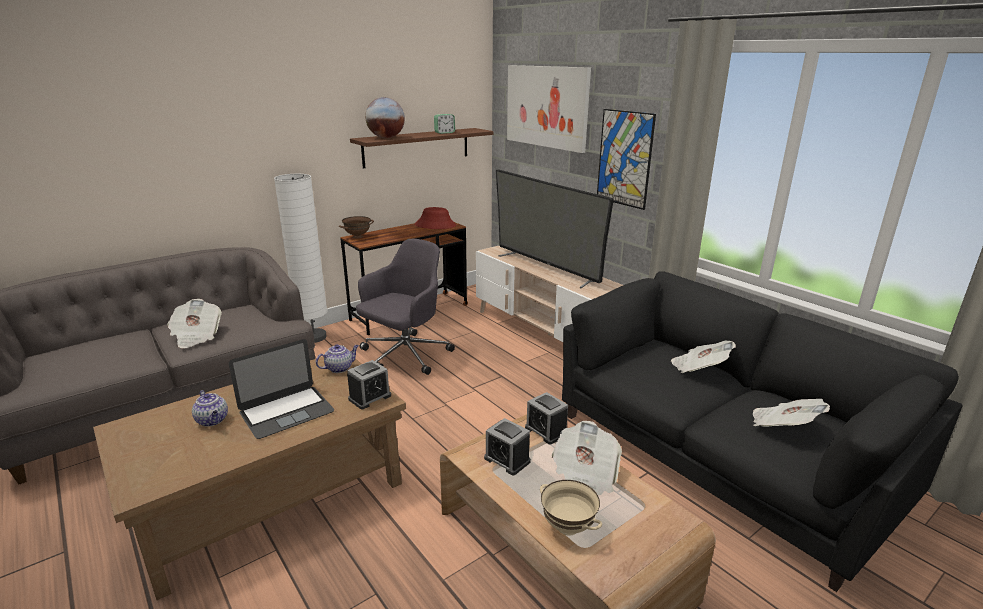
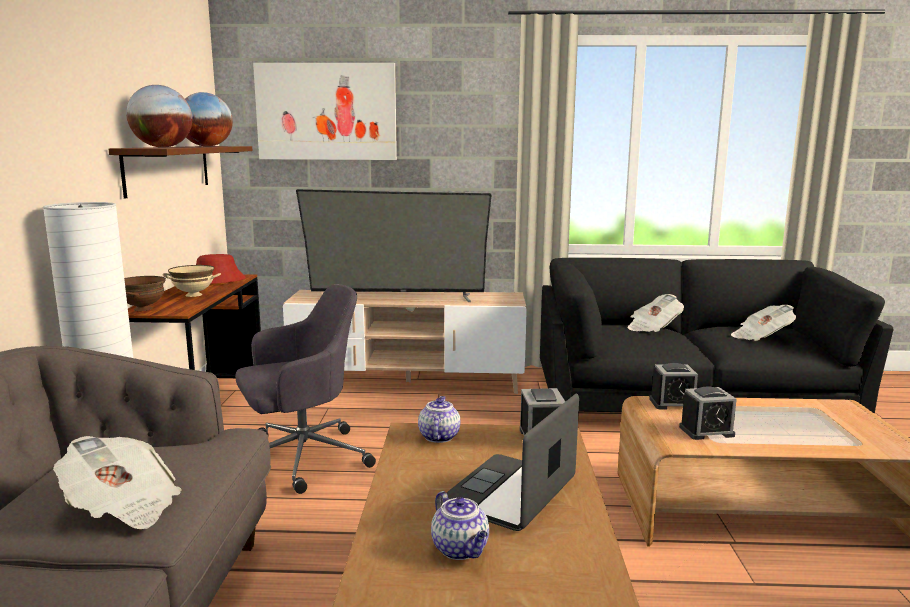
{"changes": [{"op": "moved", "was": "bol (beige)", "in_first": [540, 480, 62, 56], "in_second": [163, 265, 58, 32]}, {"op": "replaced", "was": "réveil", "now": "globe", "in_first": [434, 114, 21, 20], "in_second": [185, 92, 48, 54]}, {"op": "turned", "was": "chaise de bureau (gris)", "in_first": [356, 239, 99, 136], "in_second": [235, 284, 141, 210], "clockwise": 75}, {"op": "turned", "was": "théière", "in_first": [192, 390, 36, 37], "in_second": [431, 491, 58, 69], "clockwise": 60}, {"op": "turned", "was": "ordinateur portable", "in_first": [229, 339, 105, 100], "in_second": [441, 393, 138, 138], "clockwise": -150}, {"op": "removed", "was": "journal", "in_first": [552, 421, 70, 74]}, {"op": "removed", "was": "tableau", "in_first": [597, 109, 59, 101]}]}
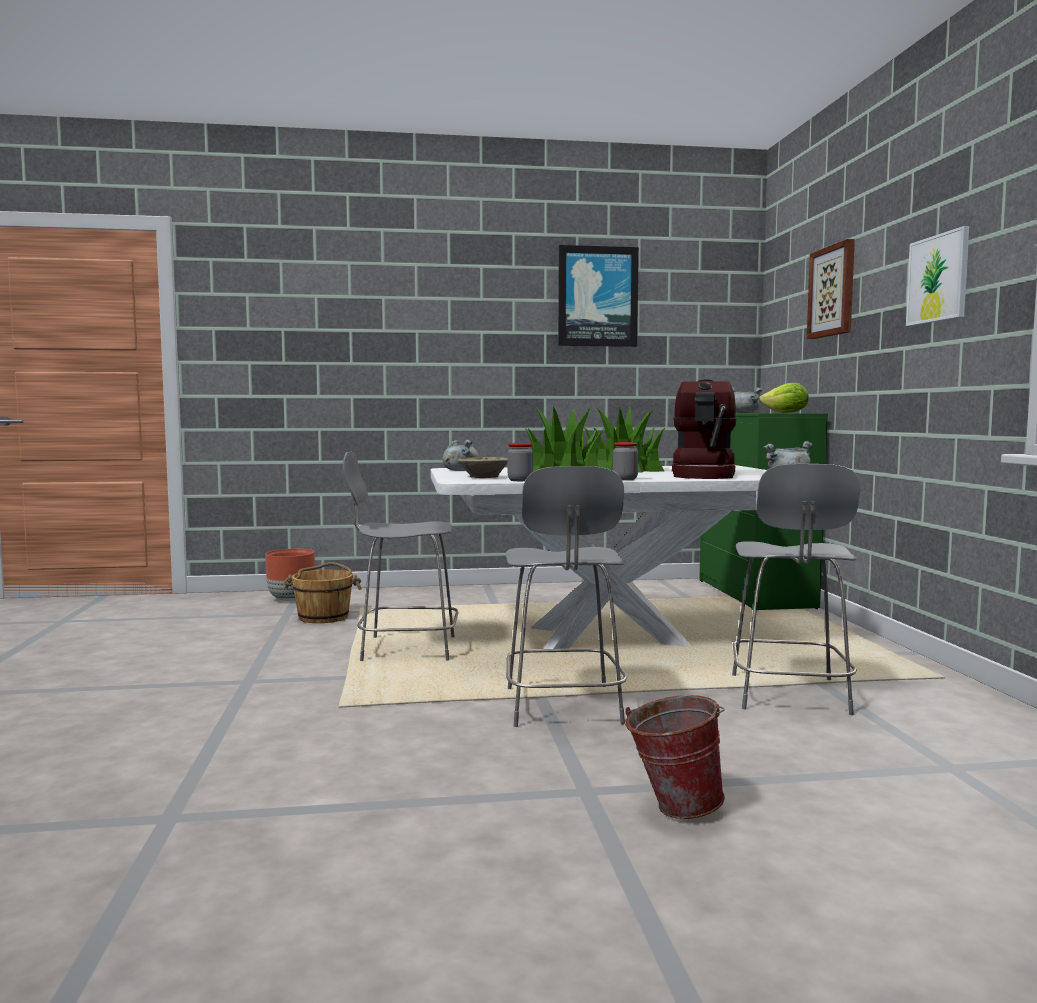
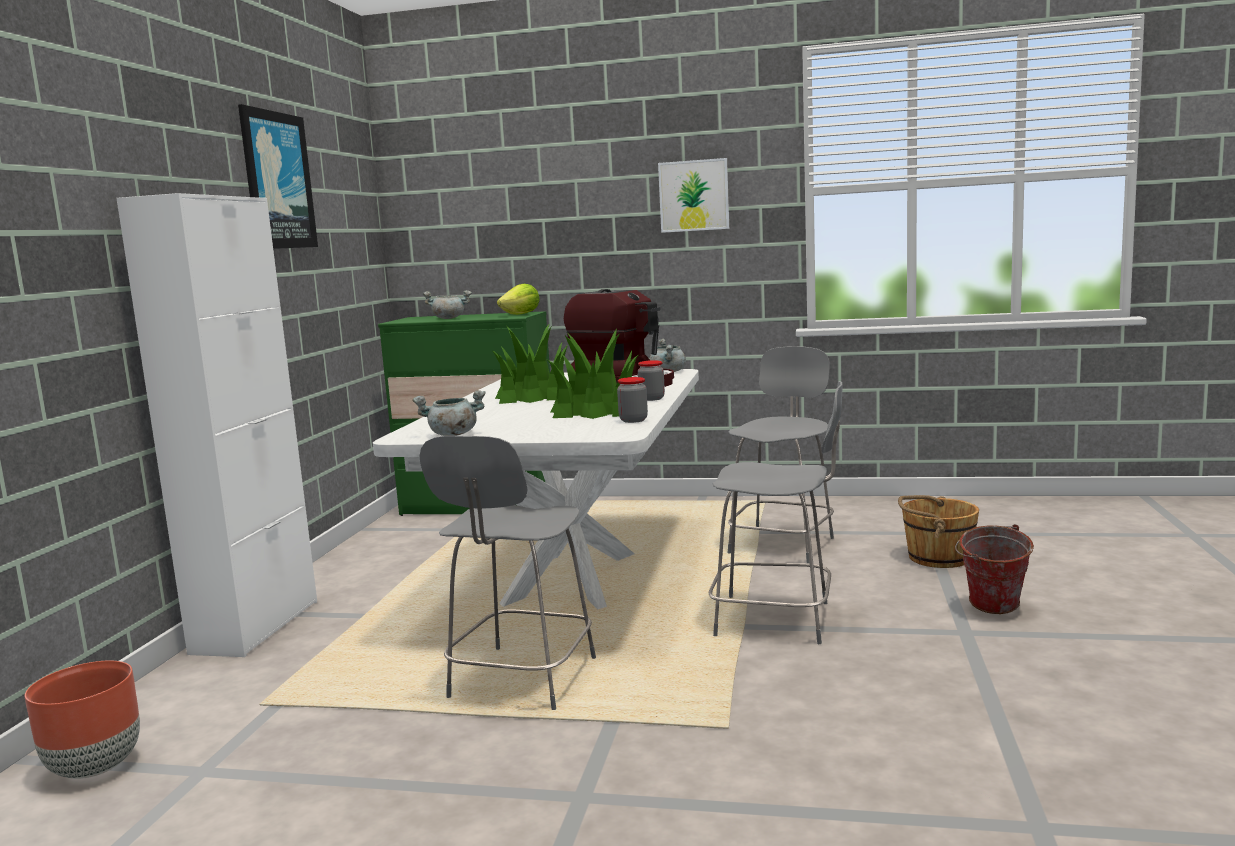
{"changes": [{"op": "added", "now": "meuble de rangement (blanc)", "in_second": [116, 193, 201, 464]}, {"op": "turned", "was": "chaise (gris)", "in_first": [732, 464, 128, 251], "in_second": [728, 346, 106, 218], "clockwise": -90}, {"op": "moved", "was": "seau (marron)", "in_first": [284, 562, 78, 61], "in_second": [898, 495, 81, 73]}, {"op": "removed", "was": "bol (beige)", "in_first": [457, 457, 51, 21]}, {"op": "removed", "was": "tableau", "in_first": [807, 239, 48, 100]}]}
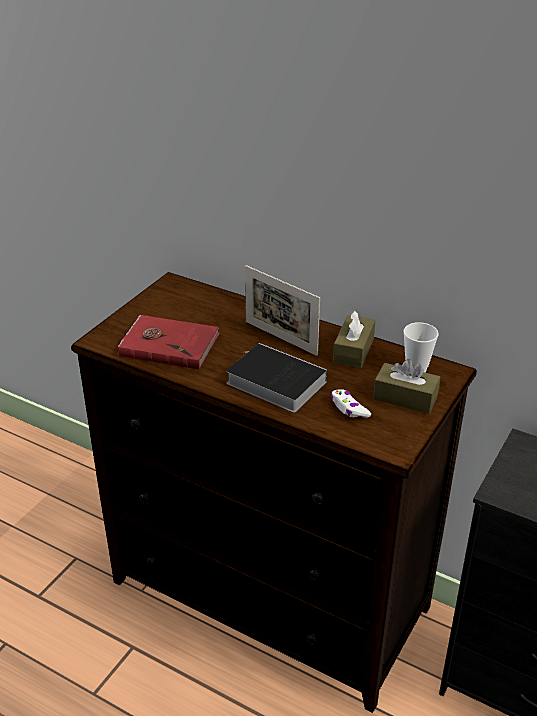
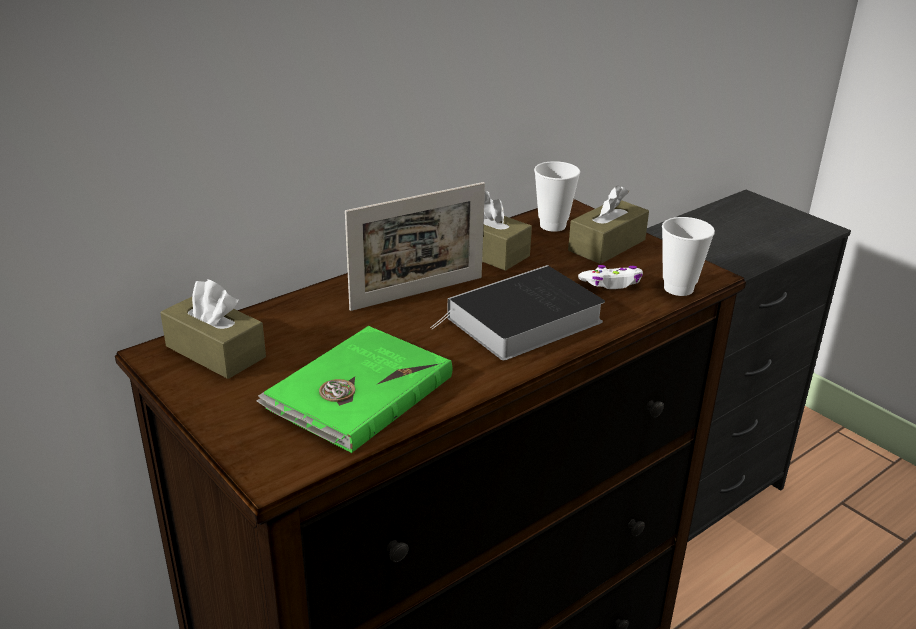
{"changes": [{"op": "added", "now": "boîte à mouchoirs (marron)", "in_second": [160, 279, 106, 100]}, {"op": "recoloured", "was": "livre (rouge)", "now": "livre (vert)", "in_first": [118, 315, 102, 55], "in_second": [256, 326, 196, 127]}, {"op": "added", "now": "tasse", "in_second": [662, 217, 53, 79]}]}
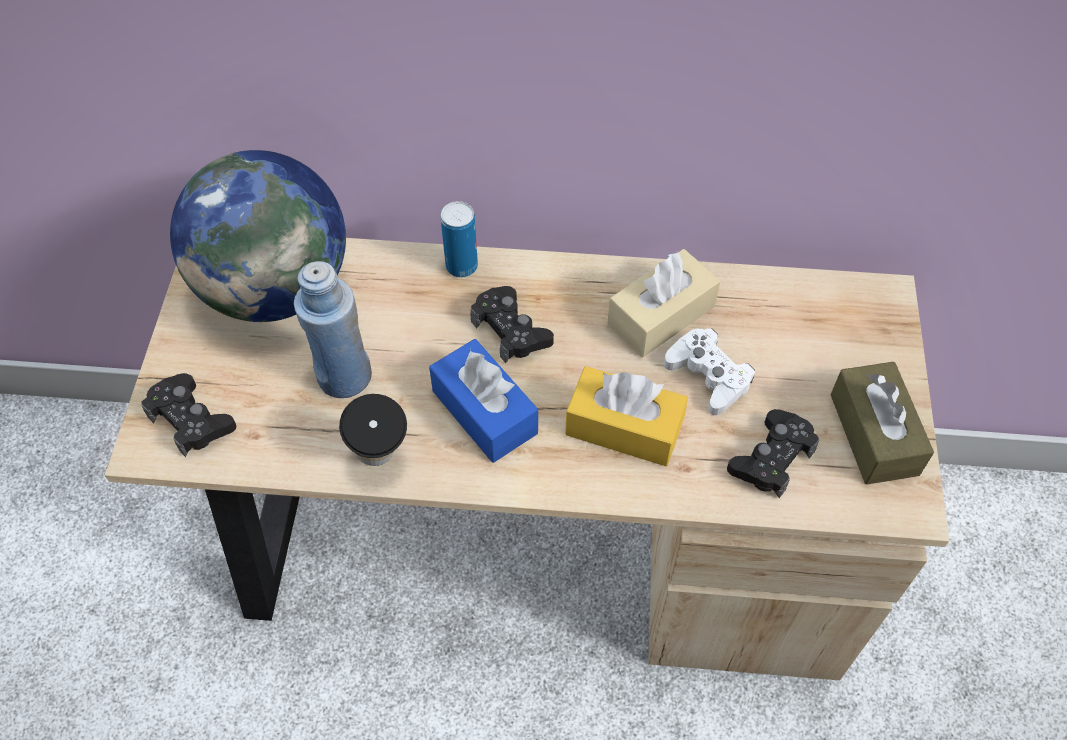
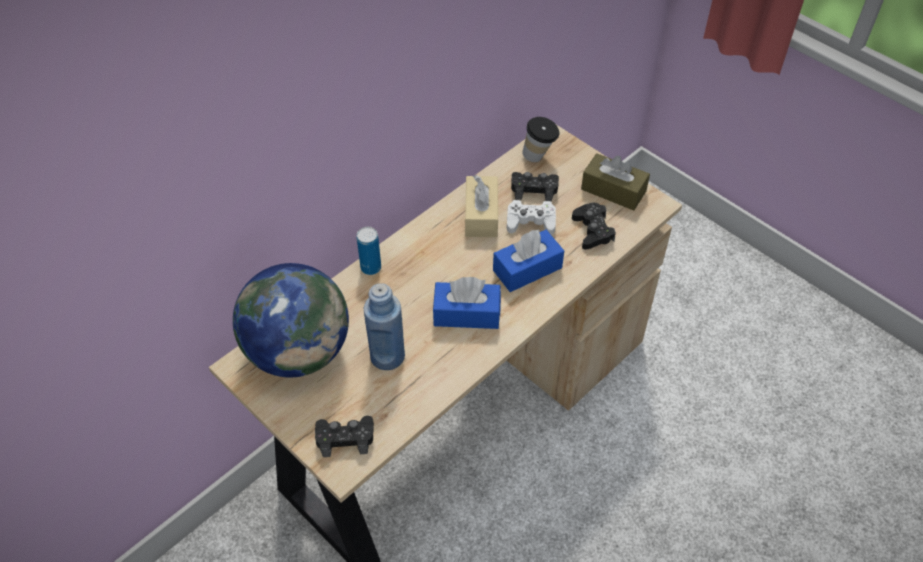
{"changes": [{"op": "recoloured", "was": "boîte à mouchoirs (jaune)", "now": "boîte à mouchoirs (bleu)", "in_first": [565, 366, 123, 100], "in_second": [493, 229, 71, 63]}, {"op": "moved", "was": "manette (noir)", "in_first": [470, 286, 84, 77], "in_second": [511, 172, 48, 30]}, {"op": "moved", "was": "tasse", "in_first": [339, 394, 68, 72], "in_second": [522, 117, 37, 45]}]}
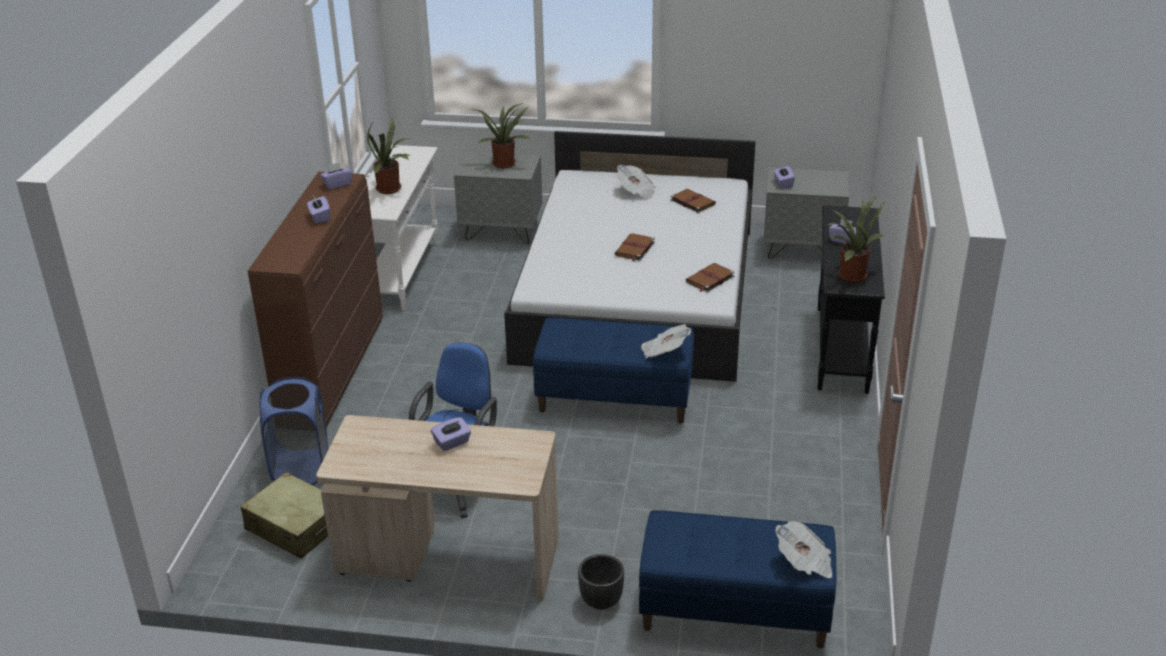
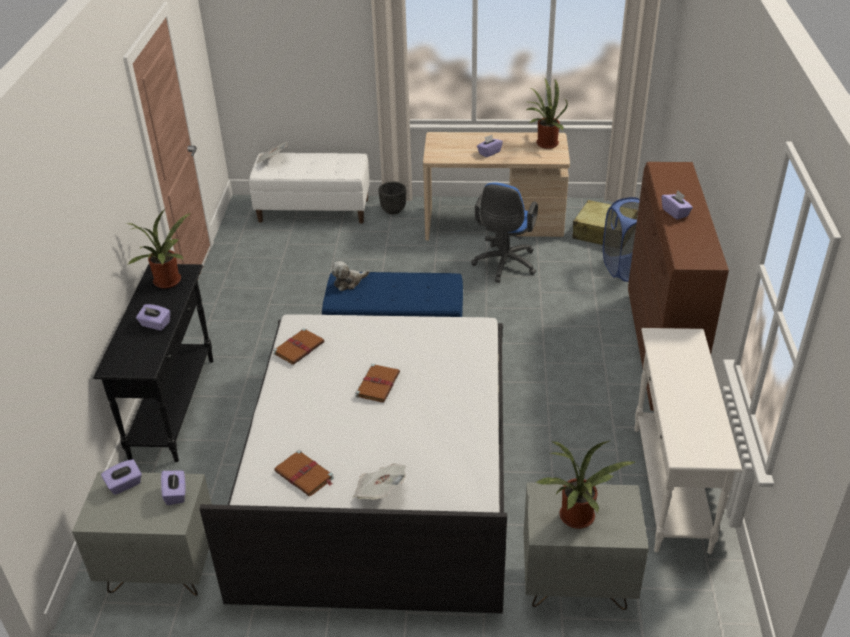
{"changes": [{"op": "moved", "was": "boîte à mouchoirs (violet)", "in_first": [320, 162, 32, 28], "in_second": [101, 459, 41, 36]}, {"op": "recoloured", "was": "banc (bleu)", "now": "banc (blanc)", "in_first": [639, 510, 197, 138], "in_second": [249, 153, 121, 71]}, {"op": "replaced", "was": "journal", "now": "peluche", "in_first": [641, 324, 50, 35], "in_second": [331, 261, 38, 30]}, {"op": "moved", "was": "plante en pot", "in_first": [367, 118, 44, 76], "in_second": [526, 79, 42, 70]}]}
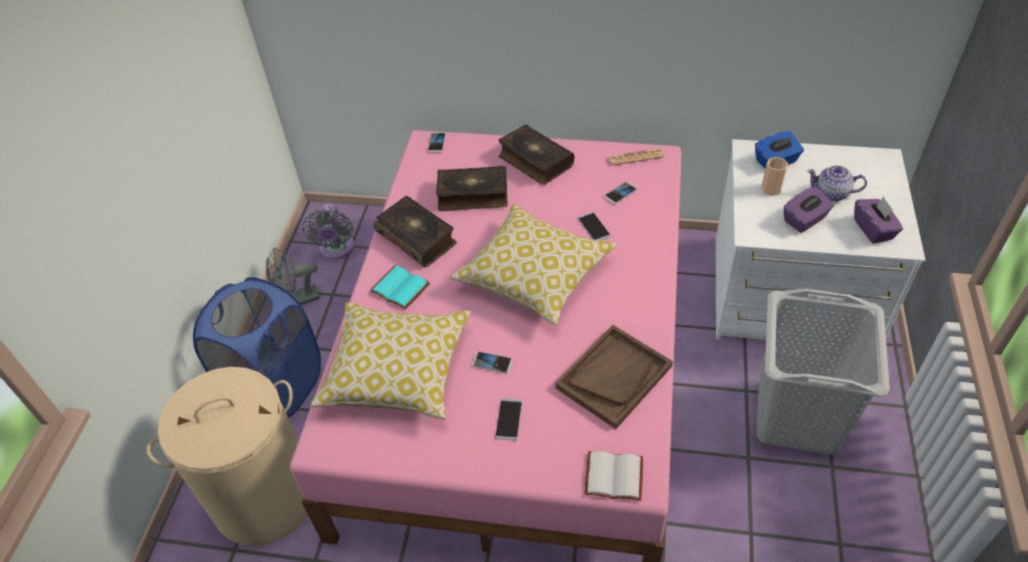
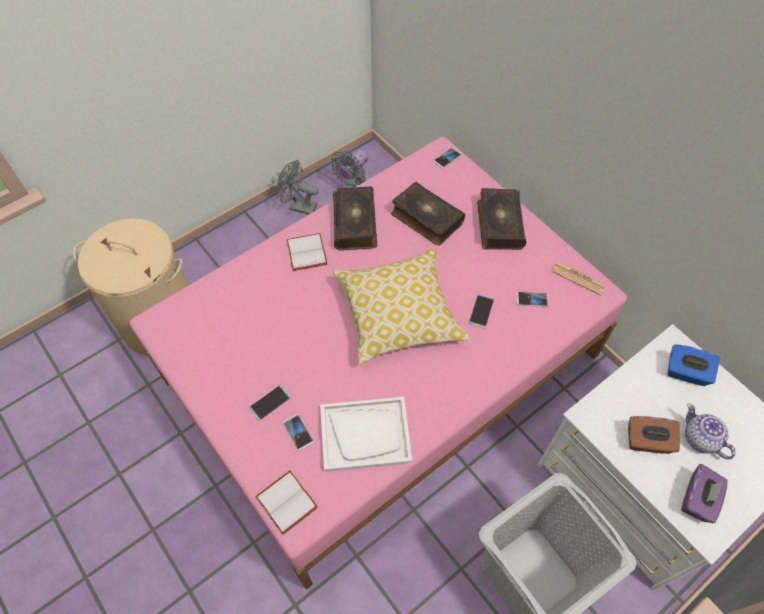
{"changes": [{"op": "moved", "was": "téléphone", "in_first": [472, 351, 41, 23], "in_second": [283, 414, 31, 37]}, {"op": "recoloured", "was": "livre (turquoise)", "now": "livre (blanc)", "in_first": [370, 266, 60, 44], "in_second": [287, 233, 41, 38]}, {"op": "recoloured", "was": "plateau (marron)", "now": "plateau (blanc)", "in_first": [555, 325, 118, 104], "in_second": [320, 397, 92, 75]}, {"op": "recoloured", "was": "boîte à mouchoirs (violet)", "now": "boîte à mouchoirs (marron)", "in_first": [784, 186, 50, 47], "in_second": [628, 416, 52, 38]}, {"op": "removed", "was": "panier à linge (bleu)", "in_first": [193, 277, 128, 141]}, {"op": "removed", "was": "coussin", "in_first": [310, 302, 161, 117]}, {"op": "removed", "was": "tasse", "in_first": [761, 157, 27, 39]}]}
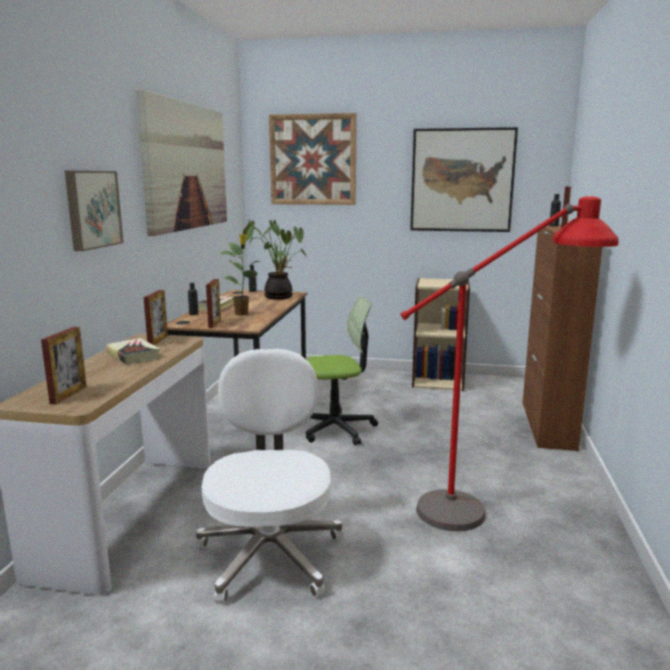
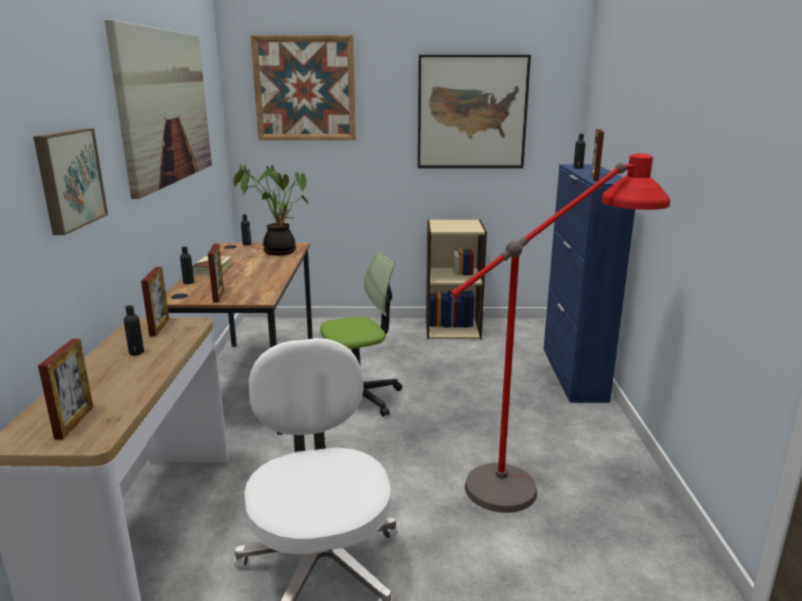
{"changes": [{"op": "replaced", "was": "livre", "now": "bouteille (noir)", "in_first": [106, 338, 54, 26], "in_second": [124, 305, 20, 50]}, {"op": "recoloured", "was": "meuble de rangement (marron)", "now": "meuble de rangement (bleu)", "in_first": [523, 224, 79, 227], "in_second": [543, 164, 92, 239]}, {"op": "removed", "was": "plante en pot", "in_first": [220, 234, 40, 82]}]}
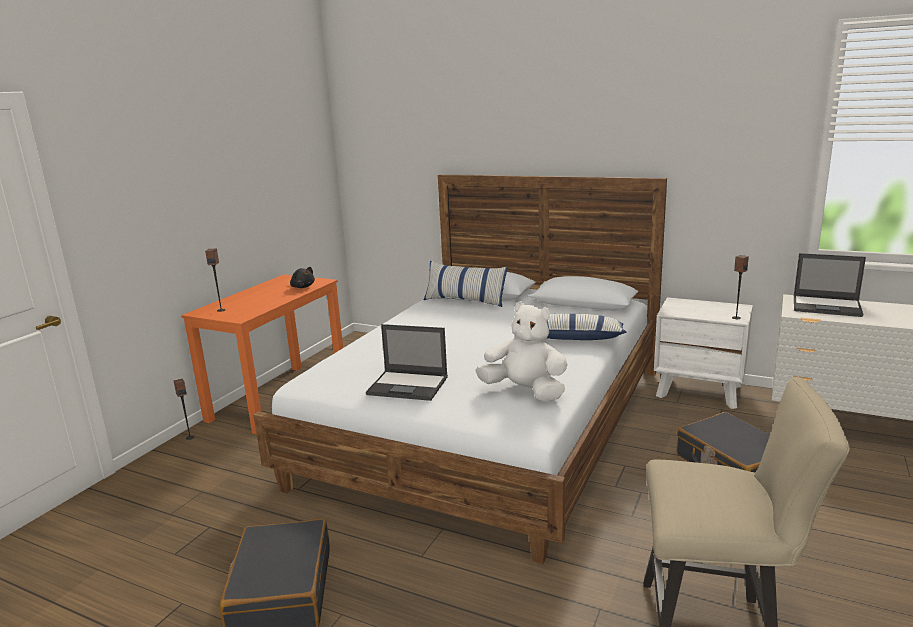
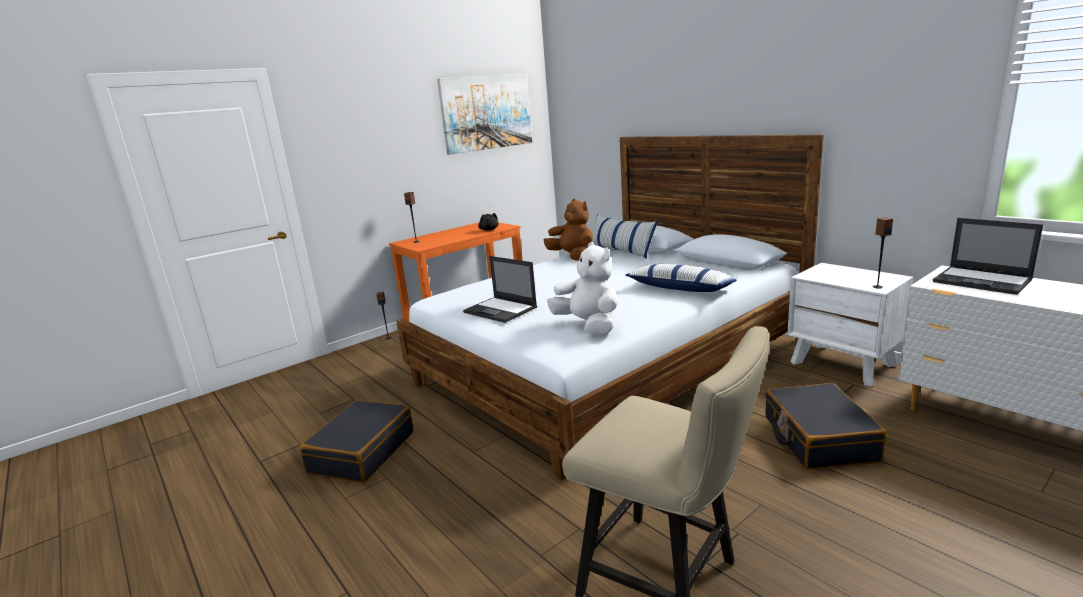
{"changes": [{"op": "added", "now": "tableau", "in_second": [437, 74, 95, 81]}, {"op": "added", "now": "peluche (marron)", "in_second": [544, 198, 49, 63]}]}
